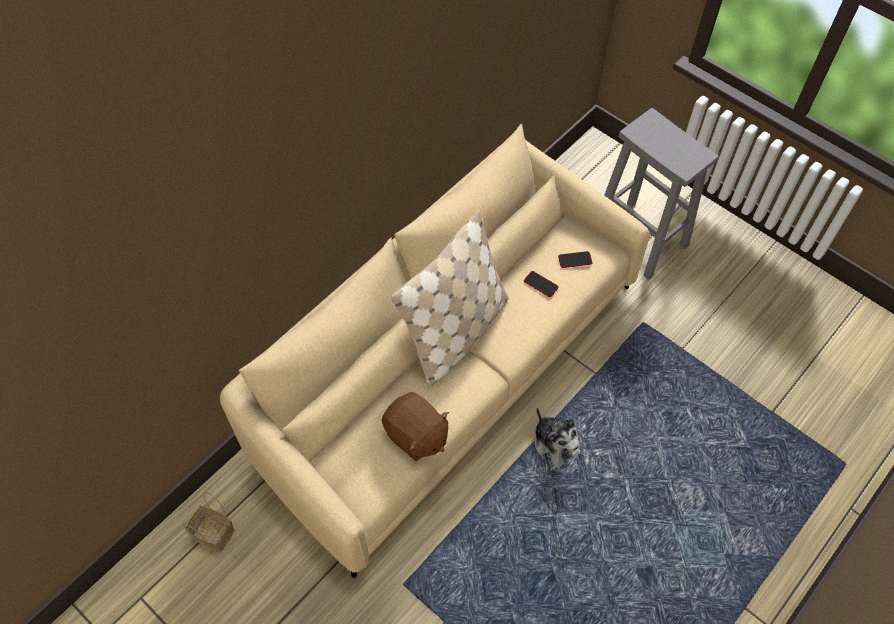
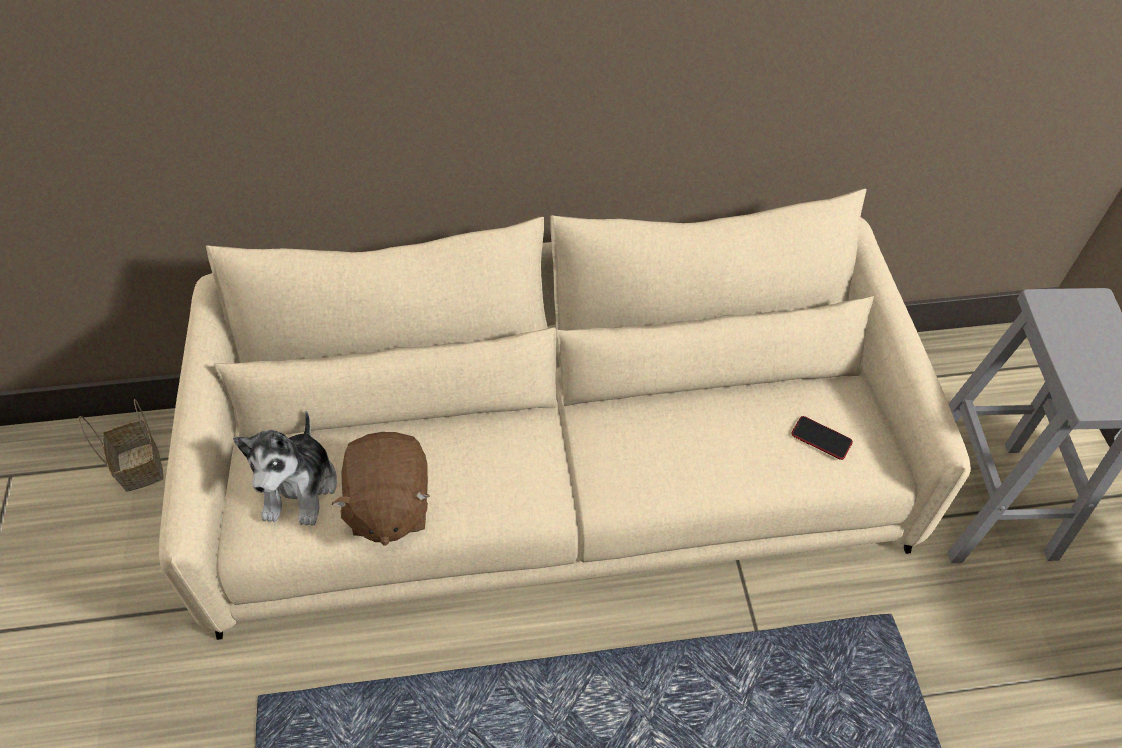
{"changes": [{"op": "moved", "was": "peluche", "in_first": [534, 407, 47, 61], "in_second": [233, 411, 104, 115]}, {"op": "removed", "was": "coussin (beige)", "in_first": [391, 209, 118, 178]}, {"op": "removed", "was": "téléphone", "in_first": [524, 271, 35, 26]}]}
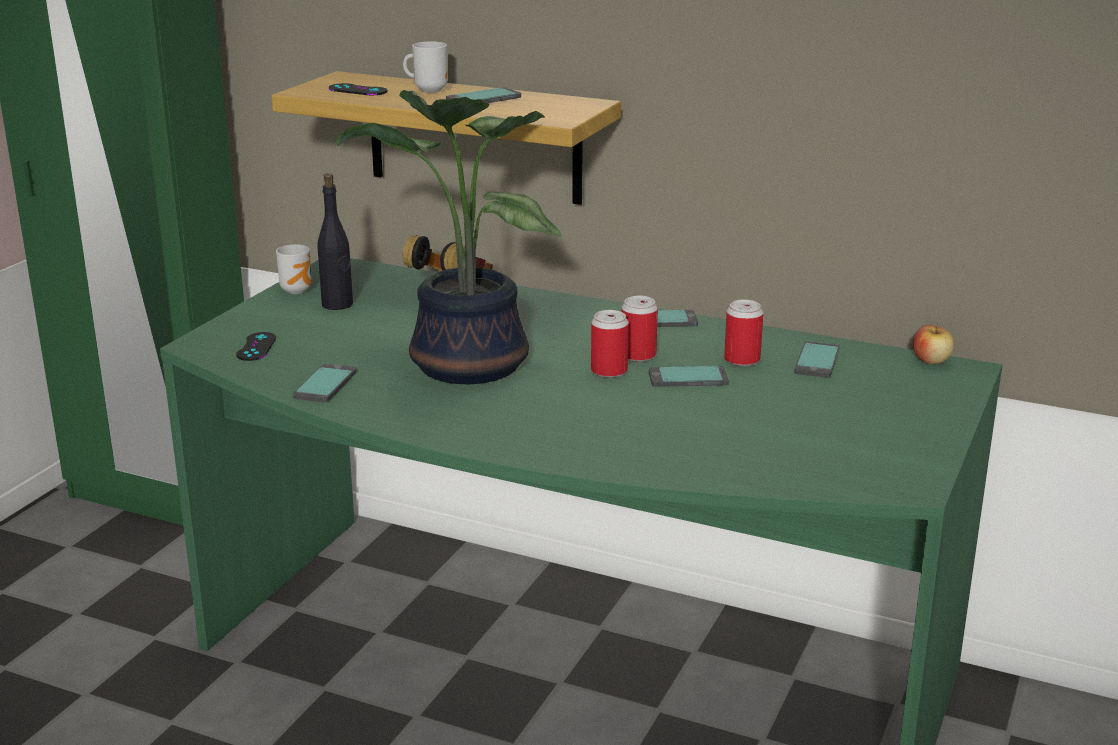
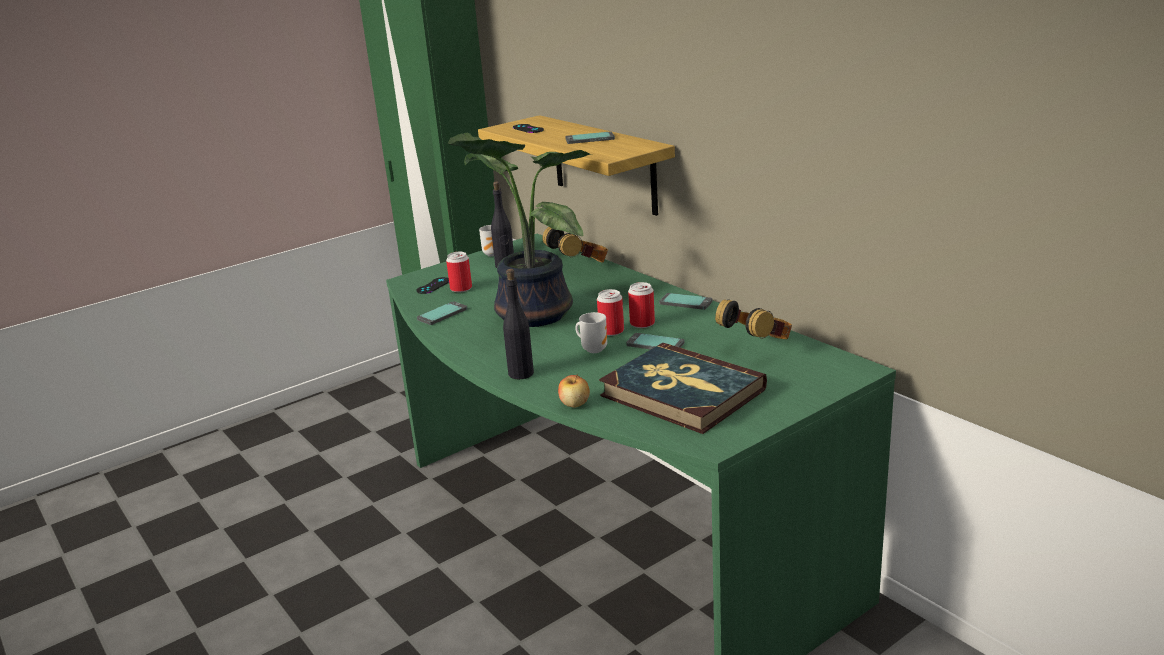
{"changes": [{"op": "moved", "was": "boîte métallique", "in_first": [724, 300, 39, 66], "in_second": [446, 252, 26, 40]}, {"op": "added", "now": "bouteille (noir)", "in_second": [503, 269, 31, 110]}, {"op": "moved", "was": "pomme", "in_first": [913, 322, 41, 42], "in_second": [558, 374, 32, 34]}, {"op": "moved", "was": "mug", "in_first": [403, 41, 45, 52], "in_second": [575, 312, 32, 41]}, {"op": "added", "now": "livre", "in_second": [599, 343, 168, 91]}, {"op": "replaced", "was": "téléphone", "now": "casque audio", "in_first": [794, 341, 46, 37], "in_second": [715, 299, 77, 40]}]}
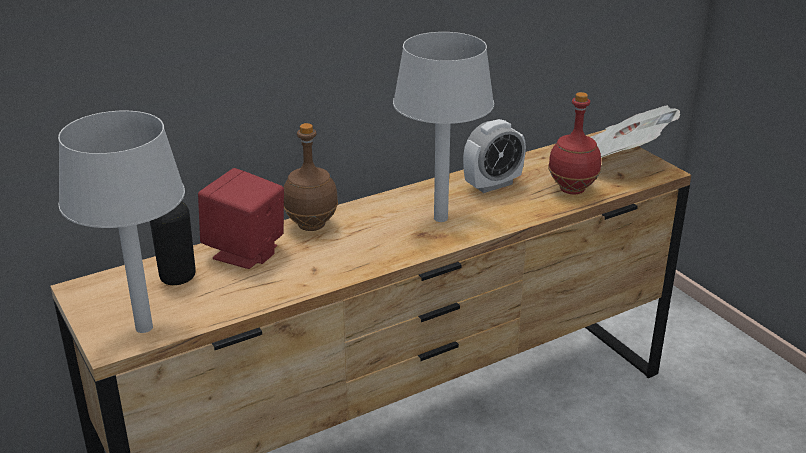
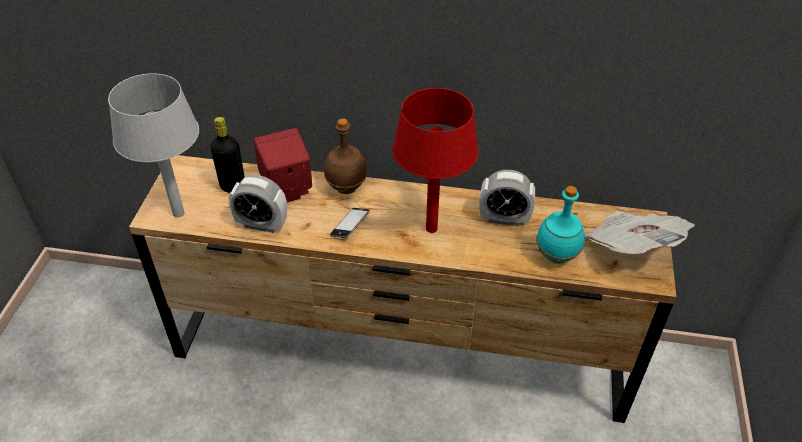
{"changes": [{"op": "added", "now": "réveil", "in_second": [229, 175, 58, 58]}, {"op": "added", "now": "téléphone", "in_second": [330, 208, 40, 30]}, {"op": "recoloured", "was": "lampe de table (gris)", "now": "lampe de table (rouge)", "in_first": [393, 32, 101, 190], "in_second": [392, 88, 86, 145]}, {"op": "recoloured", "was": "bouteille (rouge)", "now": "bouteille (turquoise)", "in_first": [548, 92, 53, 102], "in_second": [536, 186, 49, 78]}]}
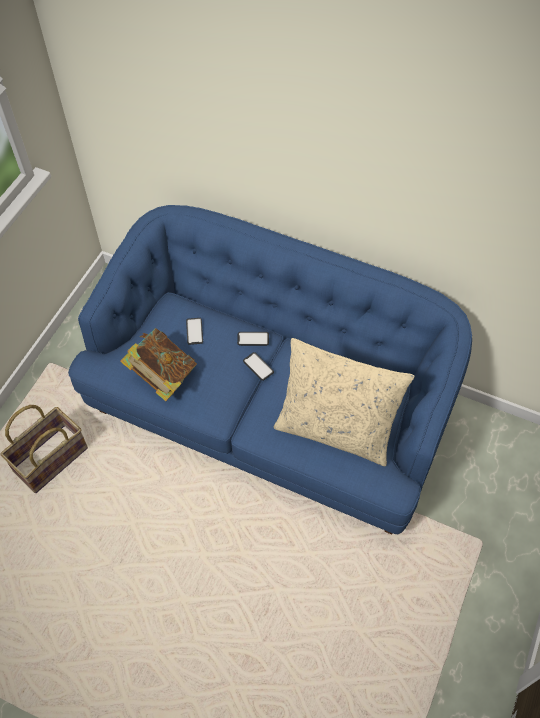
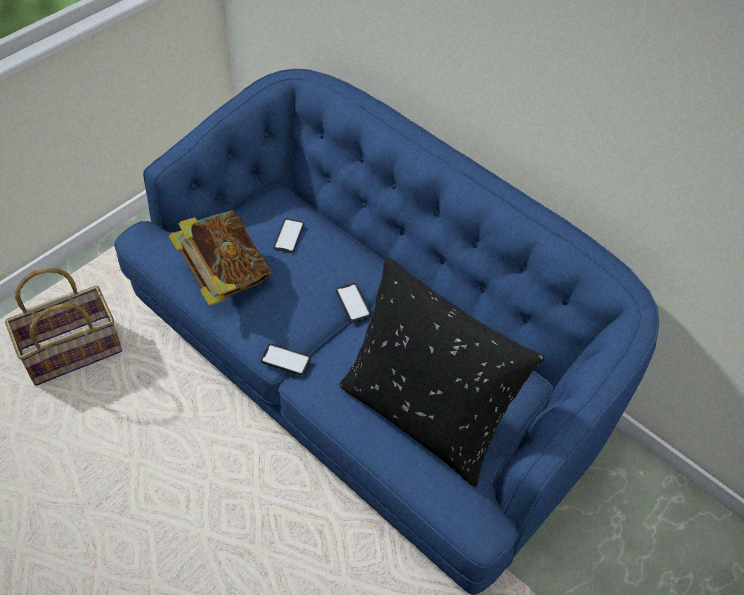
{"changes": [{"op": "moved", "was": "téléphone", "in_first": [237, 332, 32, 14], "in_second": [260, 344, 51, 31]}, {"op": "recoloured", "was": "coussin (beige)", "now": "coussin (noir)", "in_first": [273, 338, 142, 128], "in_second": [340, 257, 204, 230]}]}
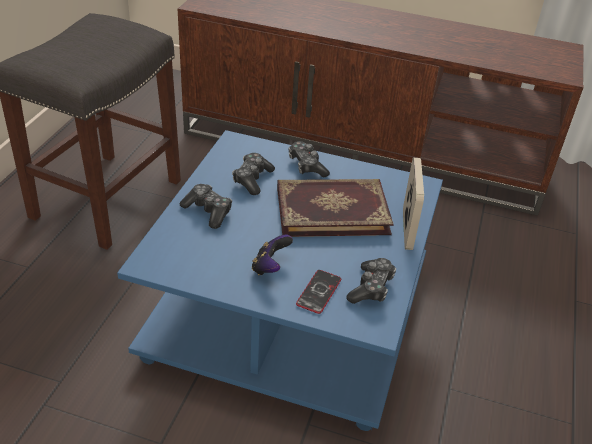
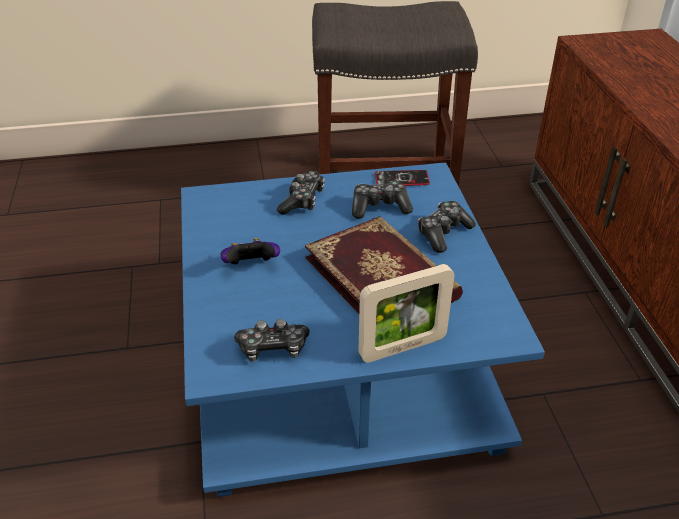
{"changes": [{"op": "moved", "was": "téléphone", "in_first": [296, 270, 45, 44], "in_second": [375, 170, 55, 16]}]}
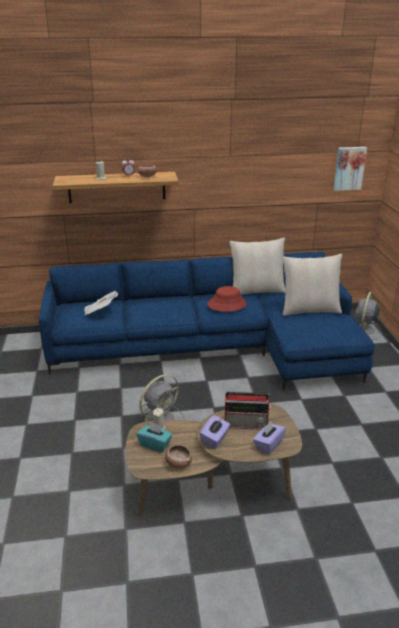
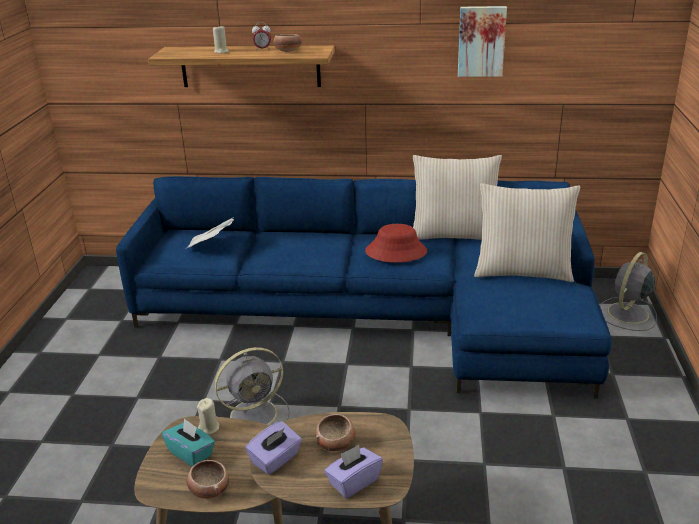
{"changes": [{"op": "replaced", "was": "radio", "now": "bol", "in_first": [225, 392, 46, 38], "in_second": [315, 414, 40, 37]}, {"op": "moved", "was": "tableau", "in_first": [334, 147, 33, 44], "in_second": [458, 6, 49, 71]}]}
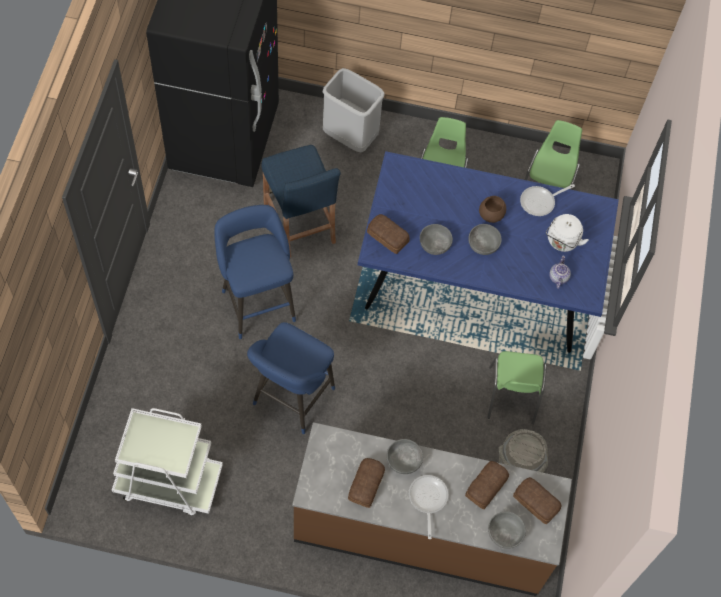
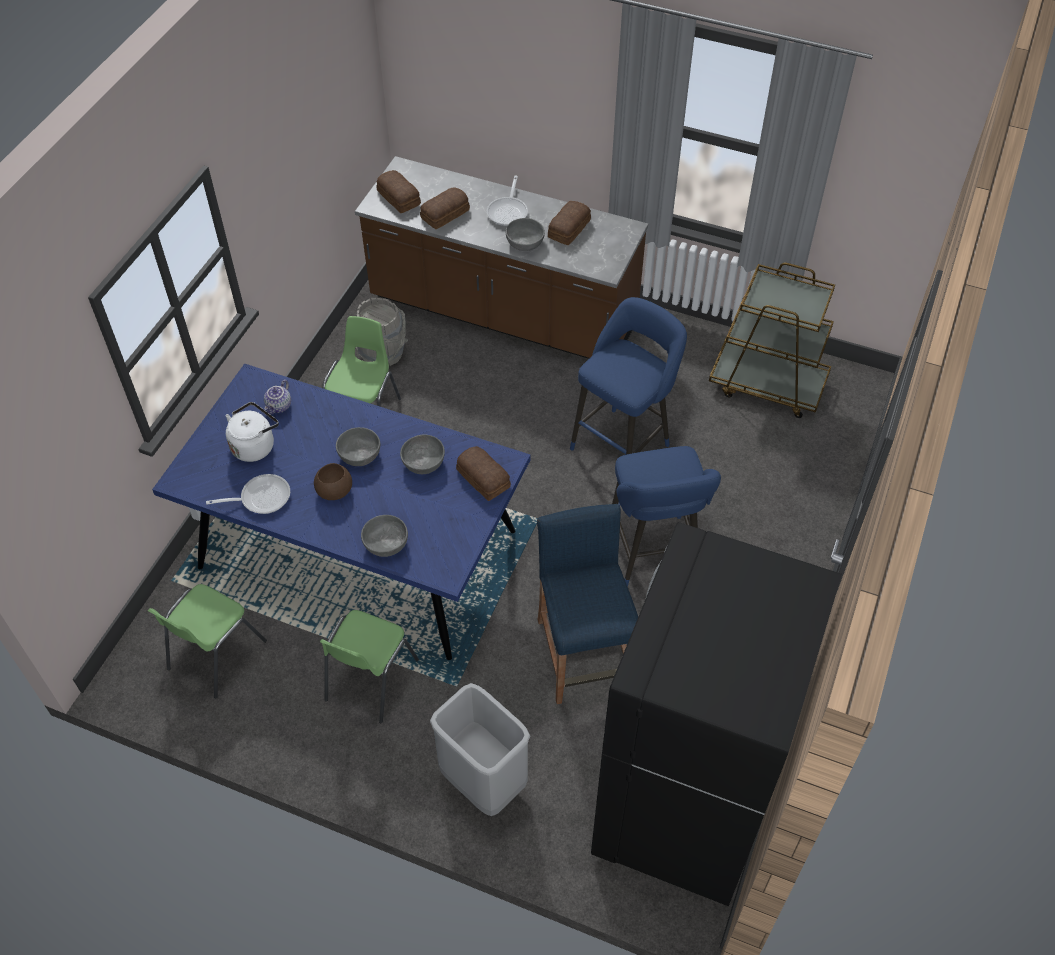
{"changes": [{"op": "moved", "was": "bol (gris)", "in_first": [488, 511, 38, 38], "in_second": [361, 515, 47, 42]}, {"op": "recoloured", "was": "chariot (blanc)", "now": "chariot (marron)", "in_first": [112, 408, 111, 107], "in_second": [709, 263, 126, 155]}]}
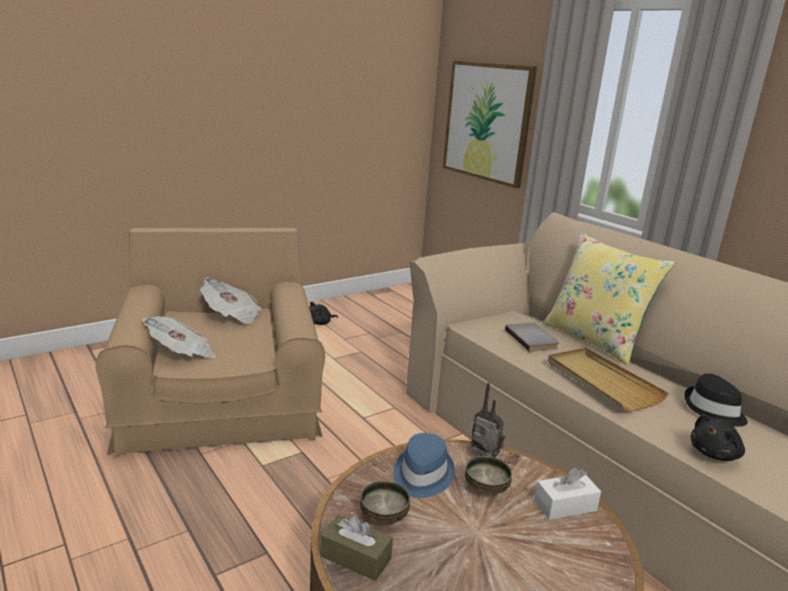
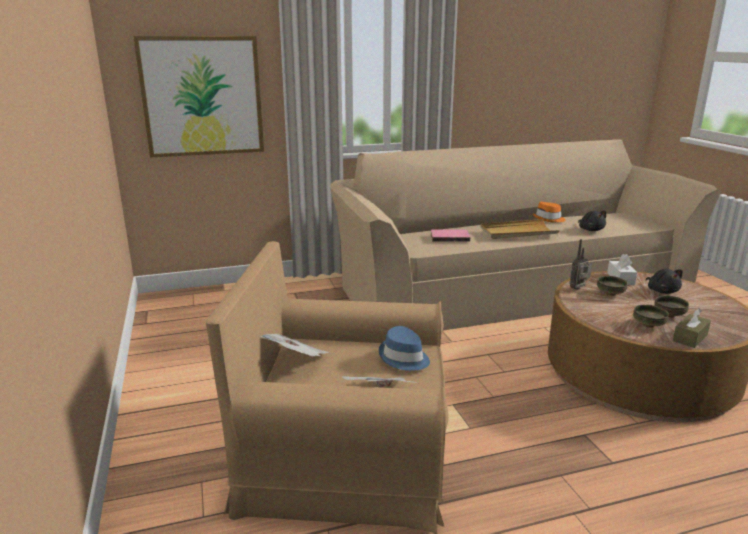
{"changes": [{"op": "moved", "was": "chapeau (bleu)", "in_first": [393, 433, 62, 65], "in_second": [379, 326, 51, 45]}, {"op": "recoloured", "was": "livre (gris)", "now": "livre (rose)", "in_first": [505, 323, 54, 29], "in_second": [431, 229, 39, 13]}, {"op": "recoloured", "was": "chapeau (noir)", "now": "chapeau (orange)", "in_first": [685, 373, 63, 54], "in_second": [533, 202, 33, 20]}, {"op": "moved", "was": "peluche (noir)", "in_first": [309, 302, 29, 23], "in_second": [646, 269, 36, 25]}, {"op": "added", "now": "bol", "in_second": [654, 295, 35, 23]}, {"op": "removed", "was": "coussin (jaune)", "in_first": [542, 232, 133, 134]}]}
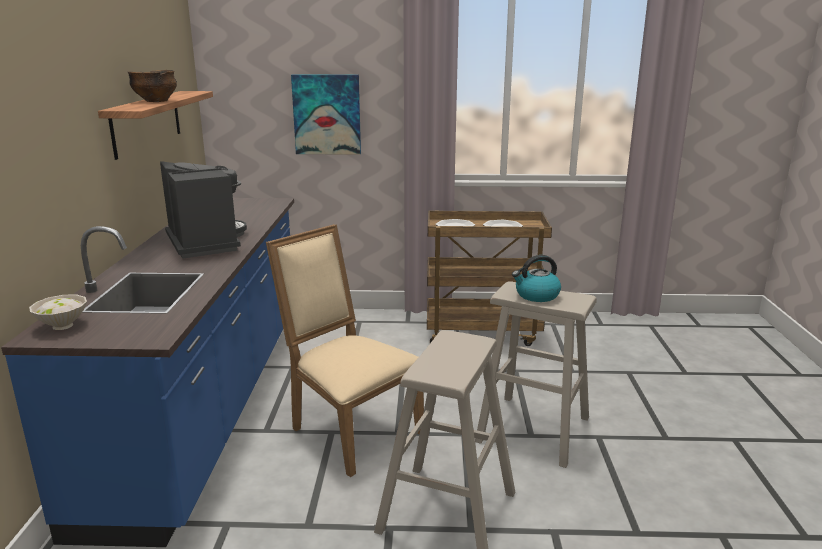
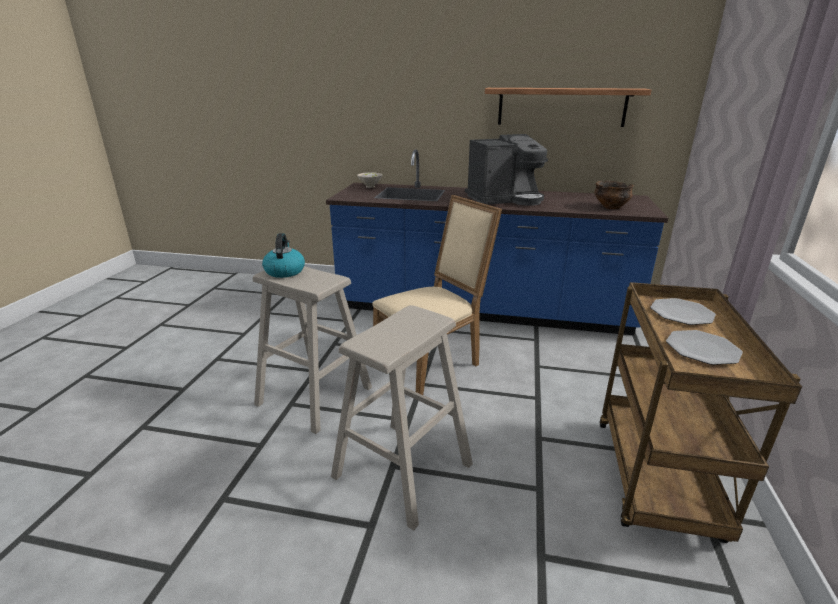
{"changes": [{"op": "moved", "was": "bouilloire", "in_first": [512, 255, 49, 47], "in_second": [262, 233, 43, 45]}, {"op": "moved", "was": "bol", "in_first": [128, 70, 49, 32], "in_second": [594, 181, 40, 28]}, {"op": "removed", "was": "tableau", "in_first": [291, 74, 70, 81]}]}
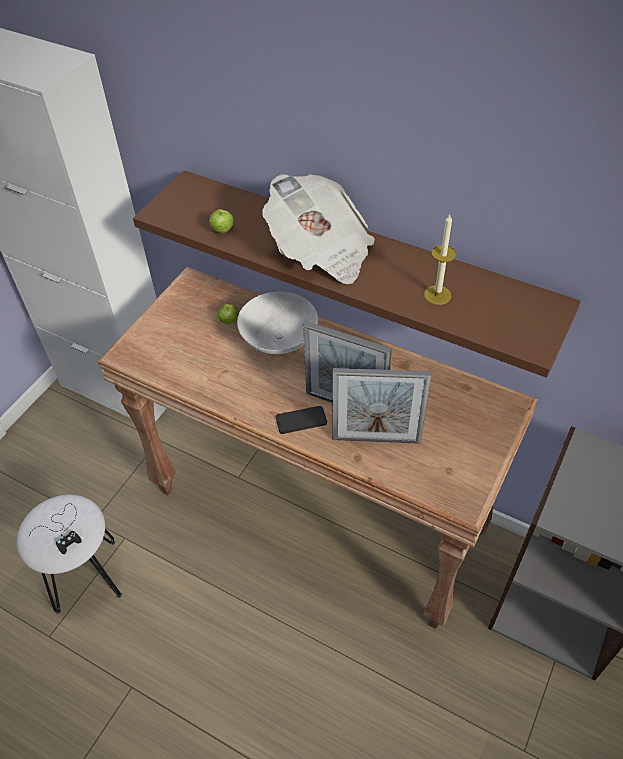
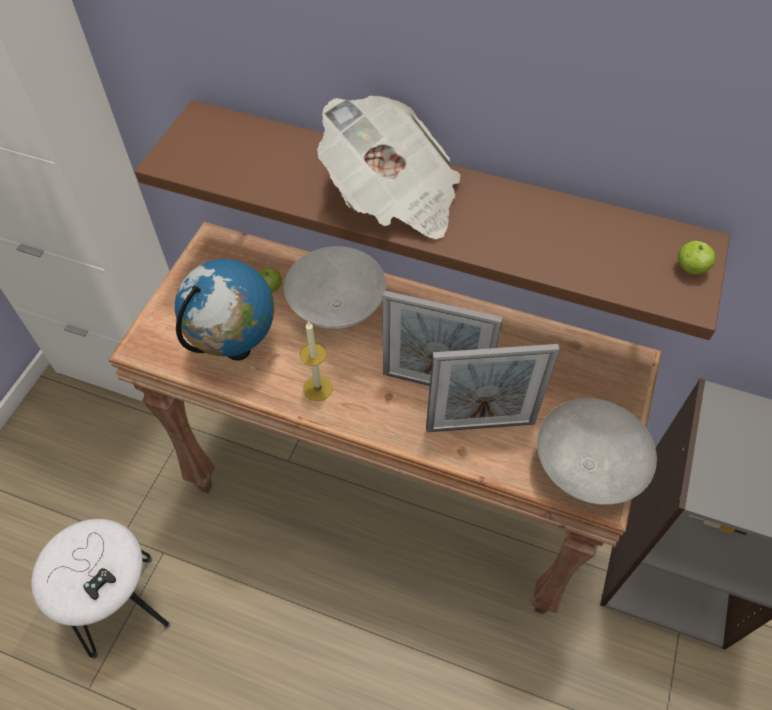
{"changes": [{"op": "added", "now": "globe", "in_second": [175, 259, 99, 102]}, {"op": "moved", "was": "bougie", "in_first": [424, 215, 32, 90], "in_second": [300, 321, 33, 80]}, {"op": "added", "now": "bol (gris)", "in_second": [537, 398, 120, 107]}, {"op": "moved", "was": "pomme", "in_first": [209, 209, 25, 24], "in_second": [678, 241, 38, 34]}, {"op": "removed", "was": "téléphone", "in_first": [276, 406, 51, 28]}]}
